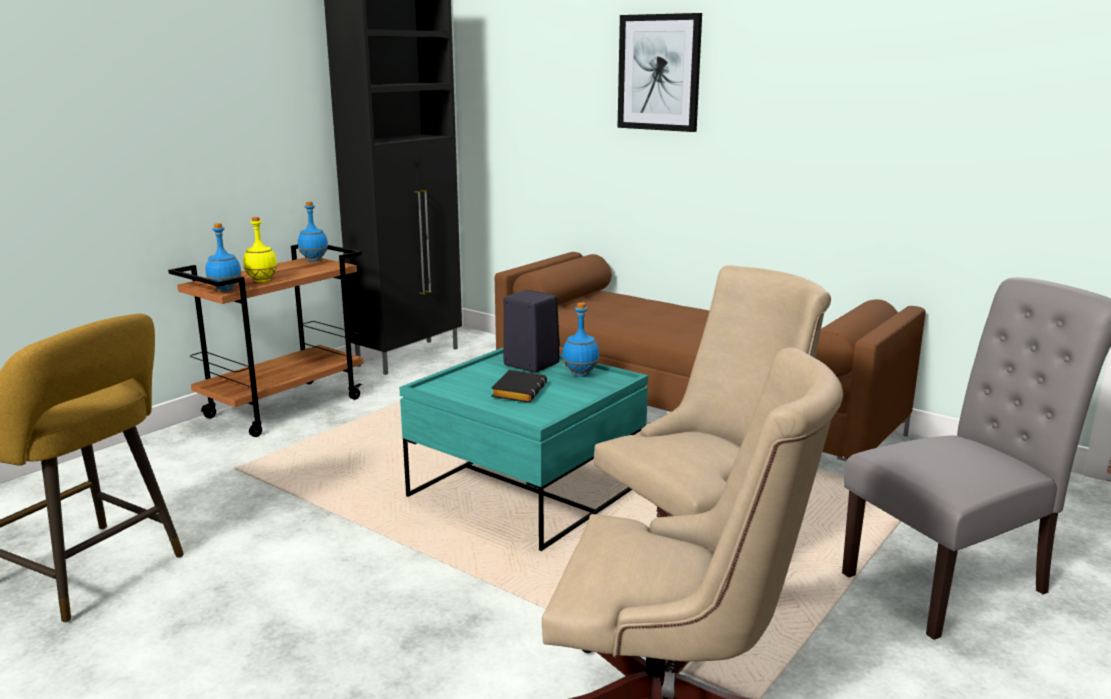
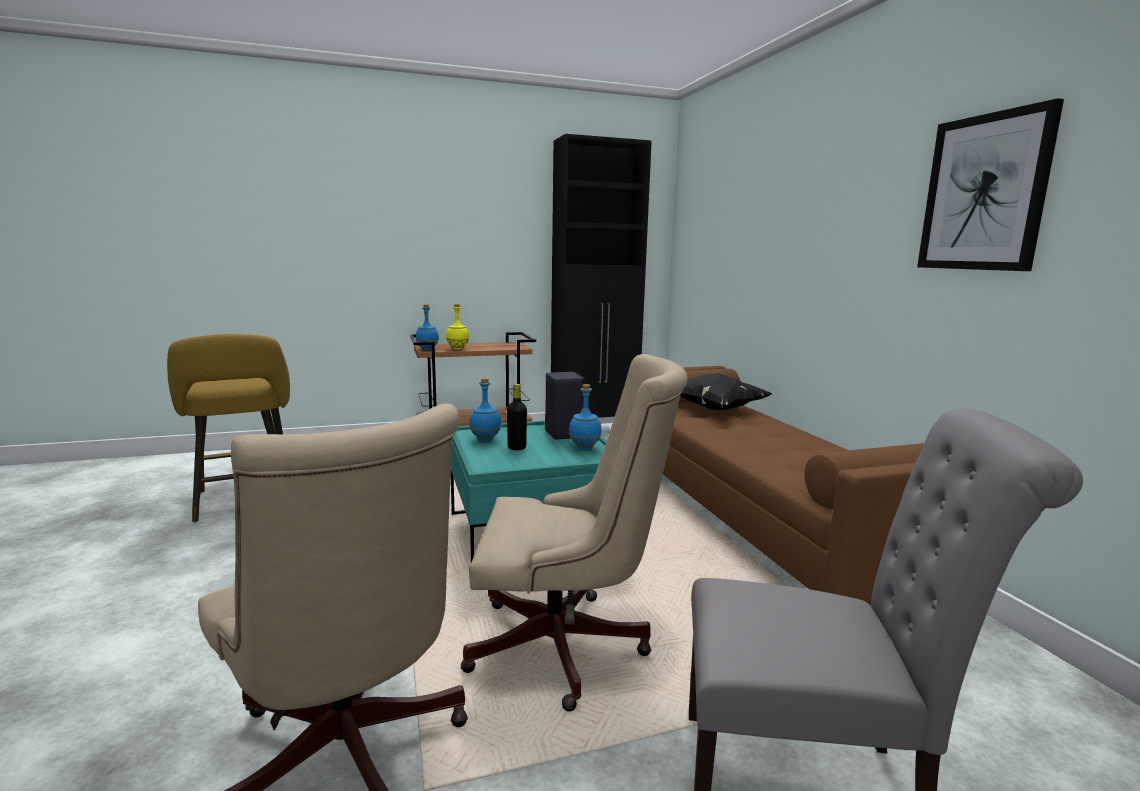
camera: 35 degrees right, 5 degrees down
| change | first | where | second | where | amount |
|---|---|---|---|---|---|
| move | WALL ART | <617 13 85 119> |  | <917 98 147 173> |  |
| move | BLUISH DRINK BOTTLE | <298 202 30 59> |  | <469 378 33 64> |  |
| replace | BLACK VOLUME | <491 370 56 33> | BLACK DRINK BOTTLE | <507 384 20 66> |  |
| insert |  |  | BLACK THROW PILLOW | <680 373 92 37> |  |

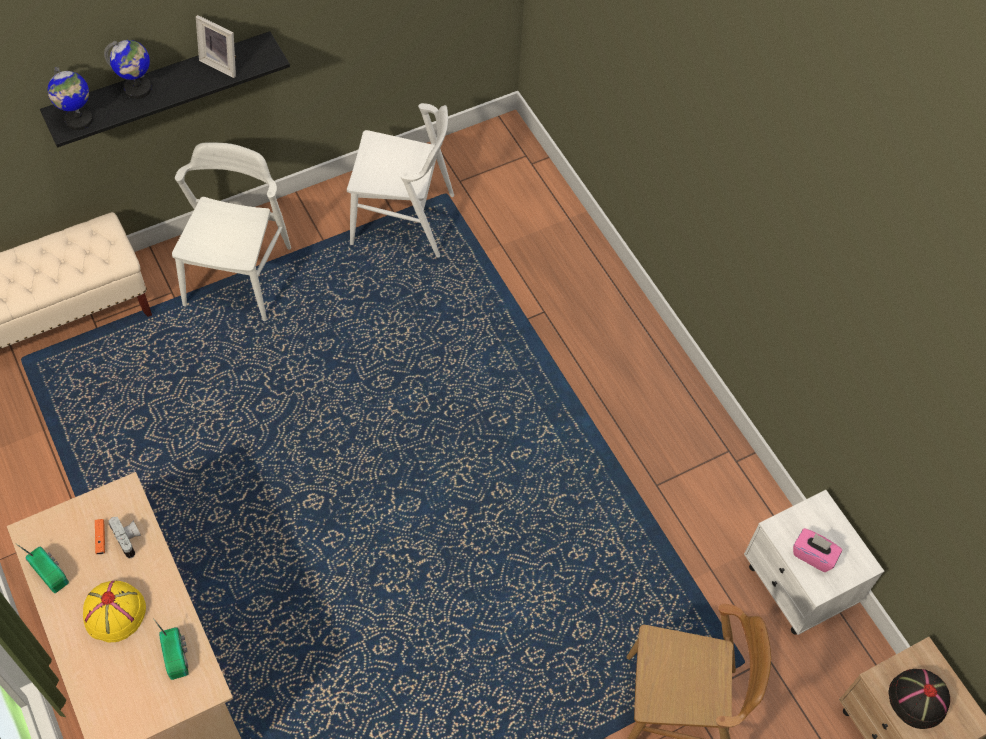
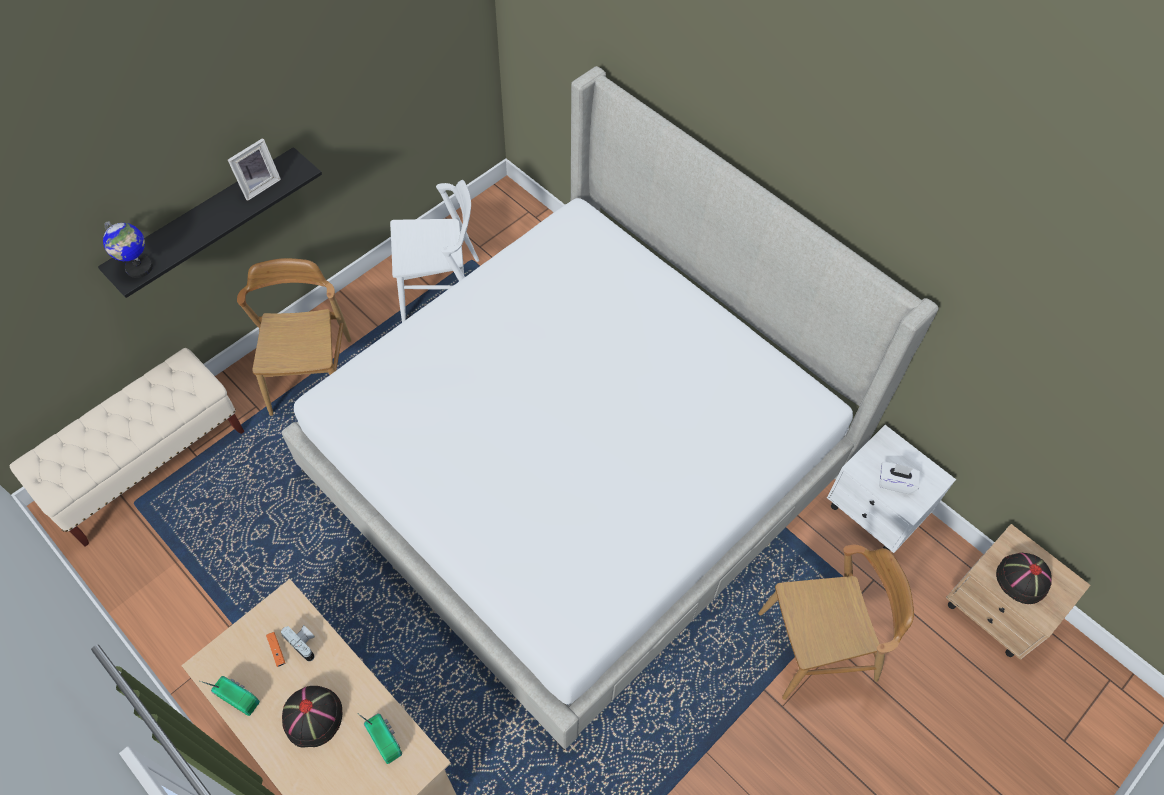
camera: 15 degrees left, 0 degrees up
| change | first | where | second | where | amount |
|---|---|---|---|---|---|
| rotate | PHOTO FRAME | <196 15 40 63> |  | <228 138 53 63> | 60 degrees counterclockwise |
| delete | WORLD GLOBE | <104 40 48 59> |  |  |  |
| recolor | WHITISH UPRIGHT CHAIR | <172 142 119 179> | BROWNISH UPRIGHT CHAIR | <237 258 115 158> |  |
| recolor | PINK BOX OF TISSUES | <793 528 49 44> | WHITISH BOX OF TISSUES | <879 462 41 32> |  |
| recolor | YELLOW HAT | <83 581 63 61> | BLACK HAT | <282 686 60 62> |  |
| insert |  |  | BED | <281 66 658 684> |  |

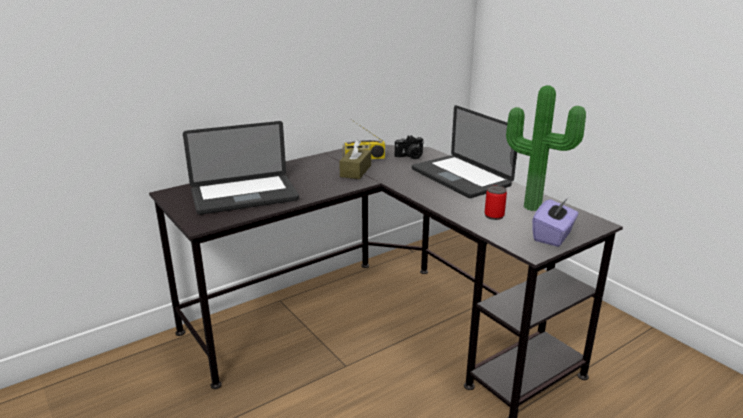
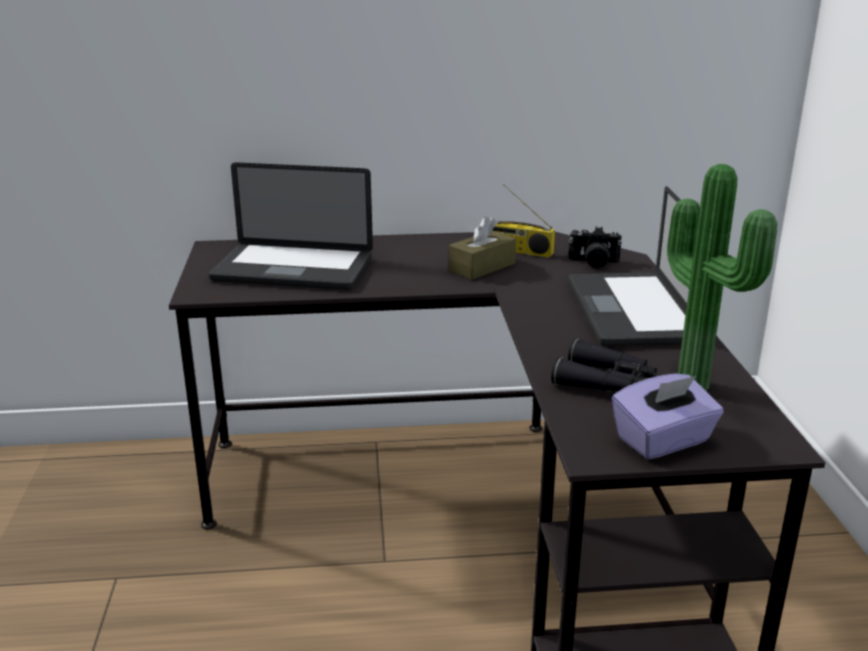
camera: 30 degrees right, 0 degrees up
| change | first | where | second | where | amount |
|---|---|---|---|---|---|
| replace | METAL CAN | <484 185 23 35> | BLACK FIELD GLASSES | <551 339 106 52> |  |

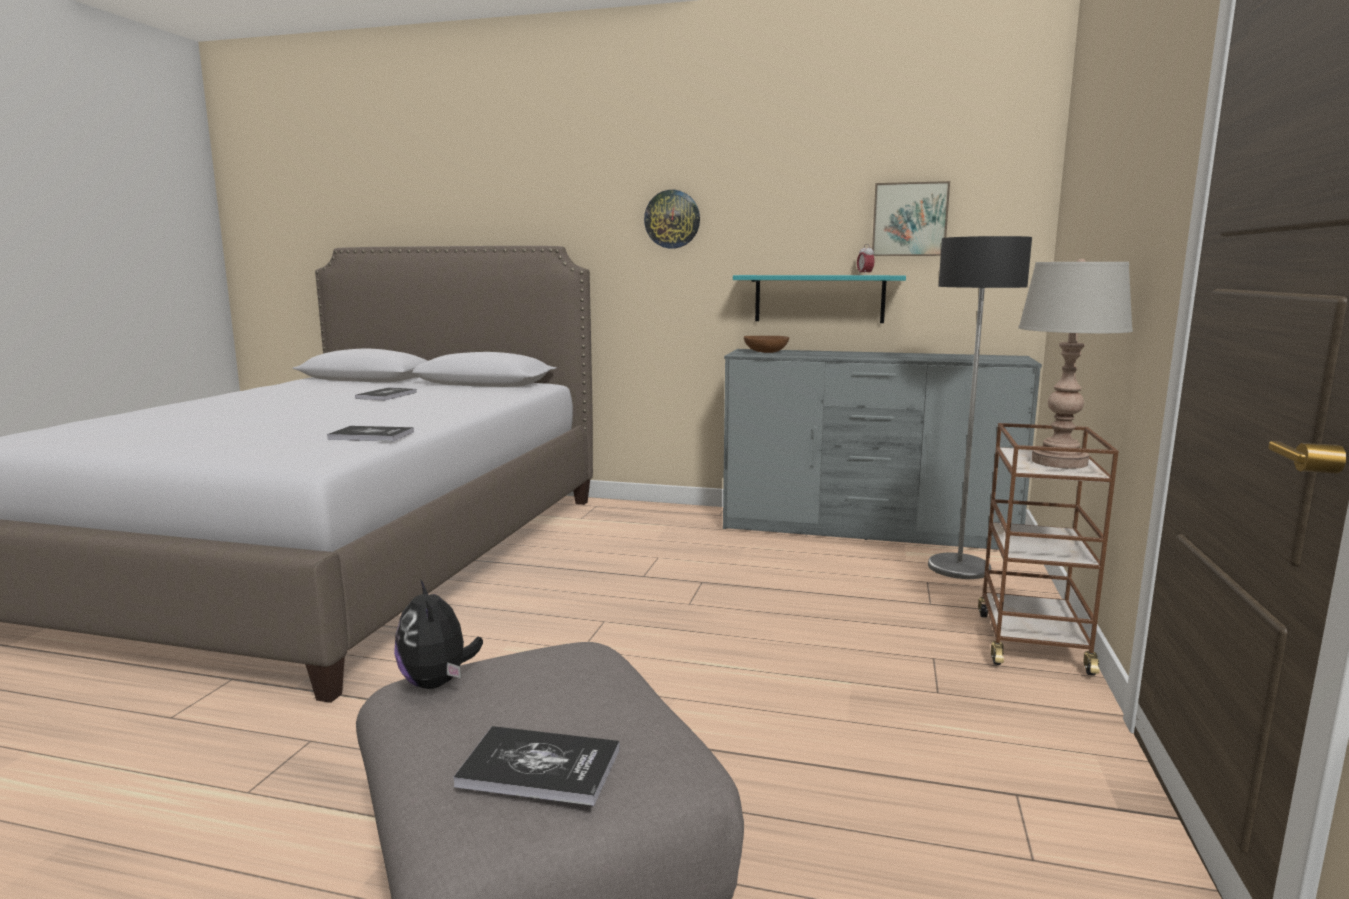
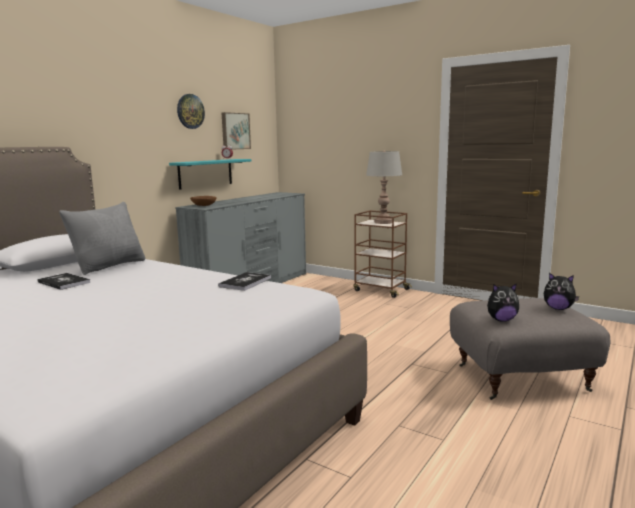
camera: 70 degrees left, 0 degrees up
| change | first | where | second | where | amount |
|---|---|---|---|---|---|
| move | CLOCK ON THE WALL | <644 190 56 59> |  | <177 94 28 35> |  |
| delete | STANDARD LAMP | <928 236 104 343> |  |  |  |
| replace | VOLUME | <453 726 167 80> | SOFT TOY | <544 272 35 38> |  |
| insert |  |  | GREYISH THROW PILLOW | <59 202 86 73> |  |

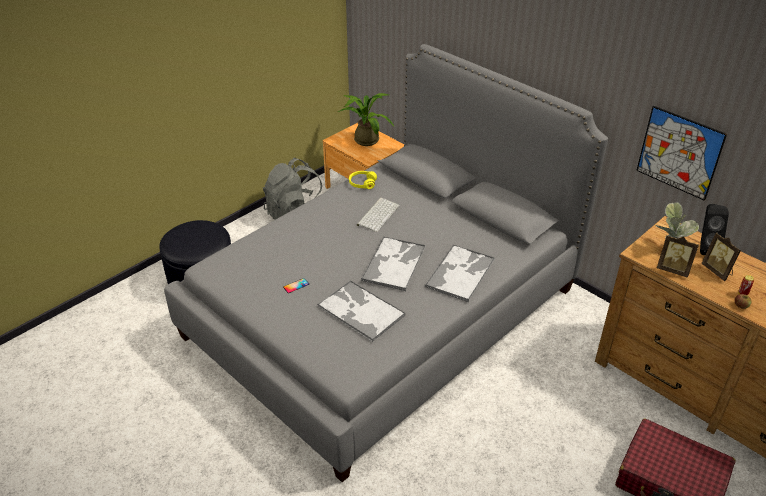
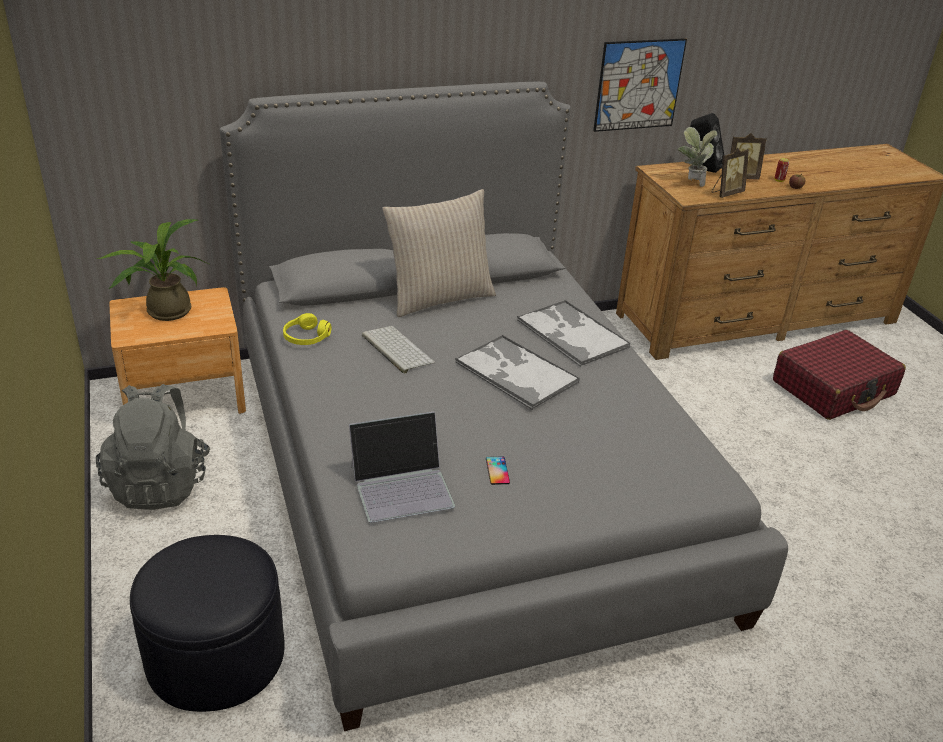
camera: 65 degrees left, 5 degrees down
| change | first | where | second | where | amount |
|---|---|---|---|---|---|
| delete | SERVING TRAY | <317 280 88 62> |  |  |  |
| insert |  |  | BEIGE THROW PILLOW | <382 189 114 128> |  |
| insert |  |  | PORTABLE COMPUTER | <349 411 106 112> |  |

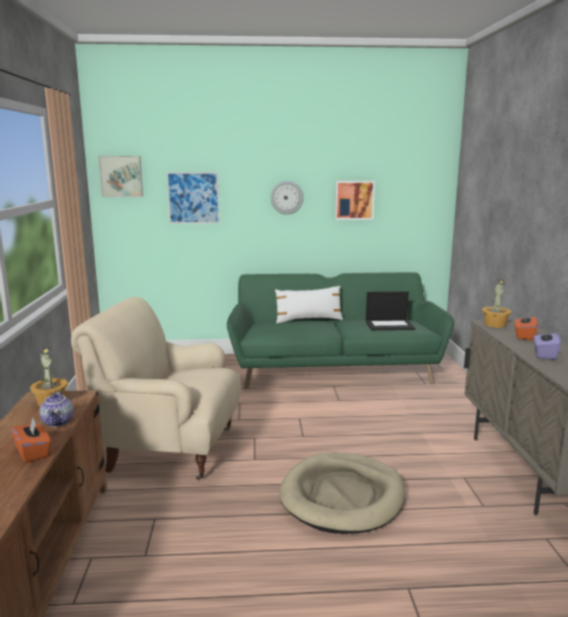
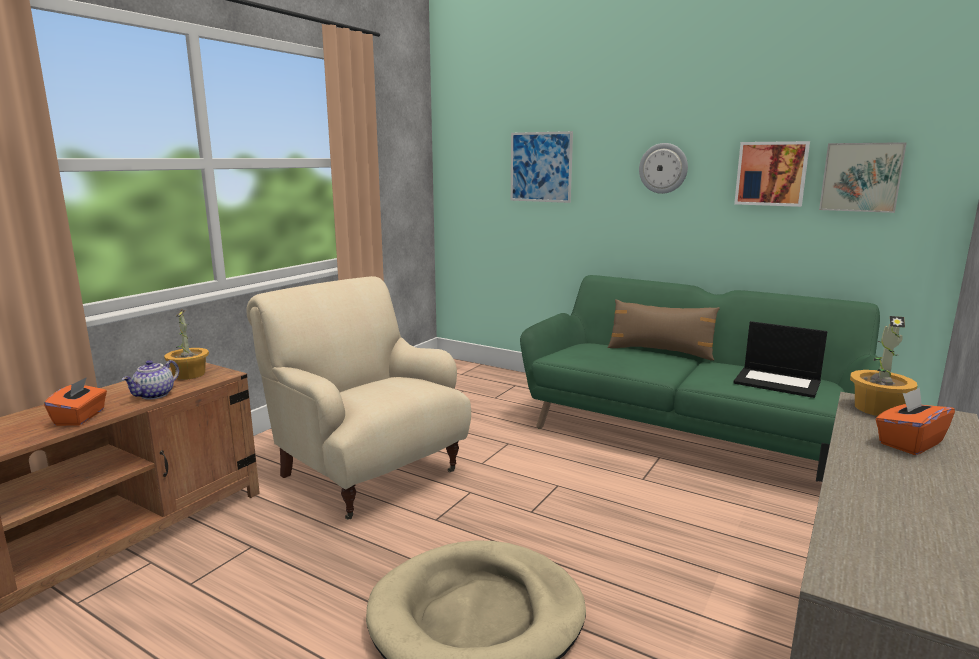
camera: 35 degrees right, 0 degrees up
| change | first | where | second | where | amount |
|---|---|---|---|---|---|
| move | WALL ART | <98 156 45 41> |  | <819 142 88 71> |  |
| recolor | WHITISH THROW PILLOW | <275 286 68 37> | BROWNISH THROW PILLOW | <608 299 112 62> |  |
| delete | PURPLE BOX OF TISSUES | <534 327 27 33> |  |  |  |

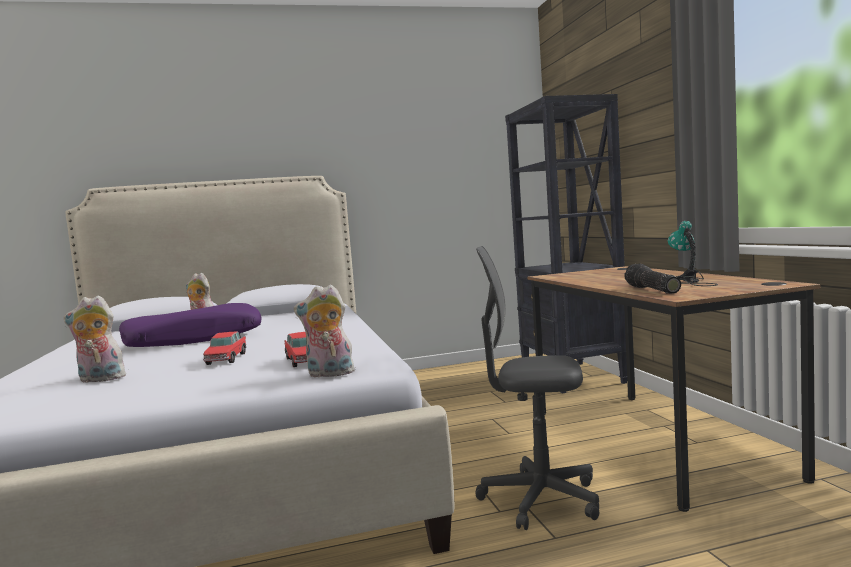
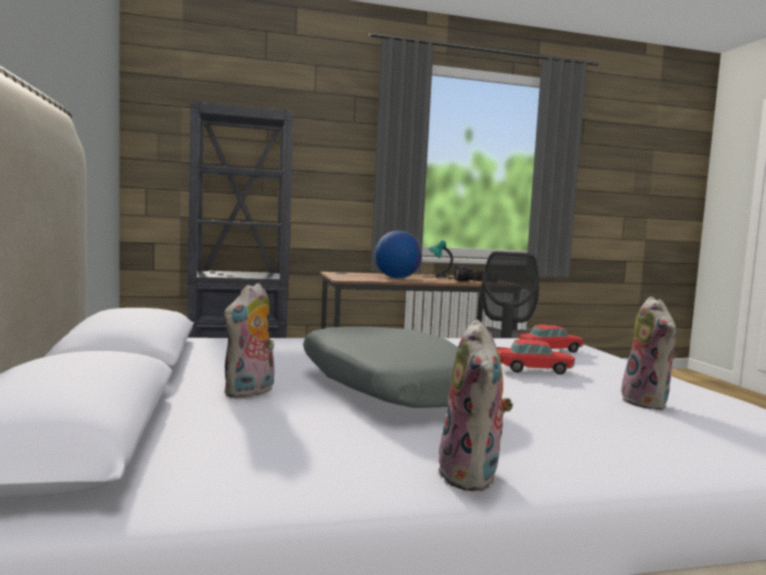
camera: 90 degrees left, 0 degrees up
| change | first | where | second | where | amount |
|---|---|---|---|---|---|
| move | SOFT TOY | <294 284 64 94> |  | <436 320 77 172> |  |
| recolor | PURPLE THROW PILLOW | <119 303 142 44> | GREYISH THROW PILLOW | <303 327 155 81> |  |
| insert |  |  | WORLD GLOBE | <375 231 47 47> |  |

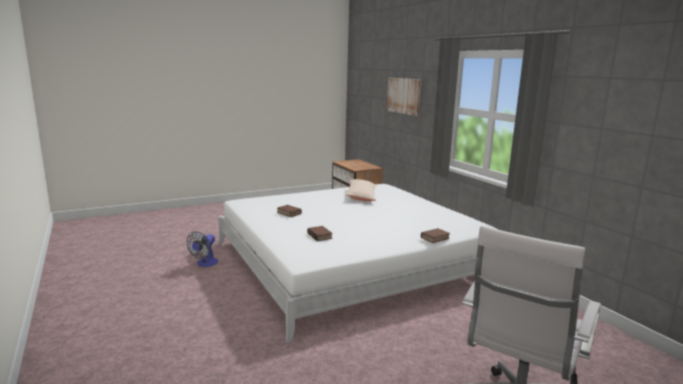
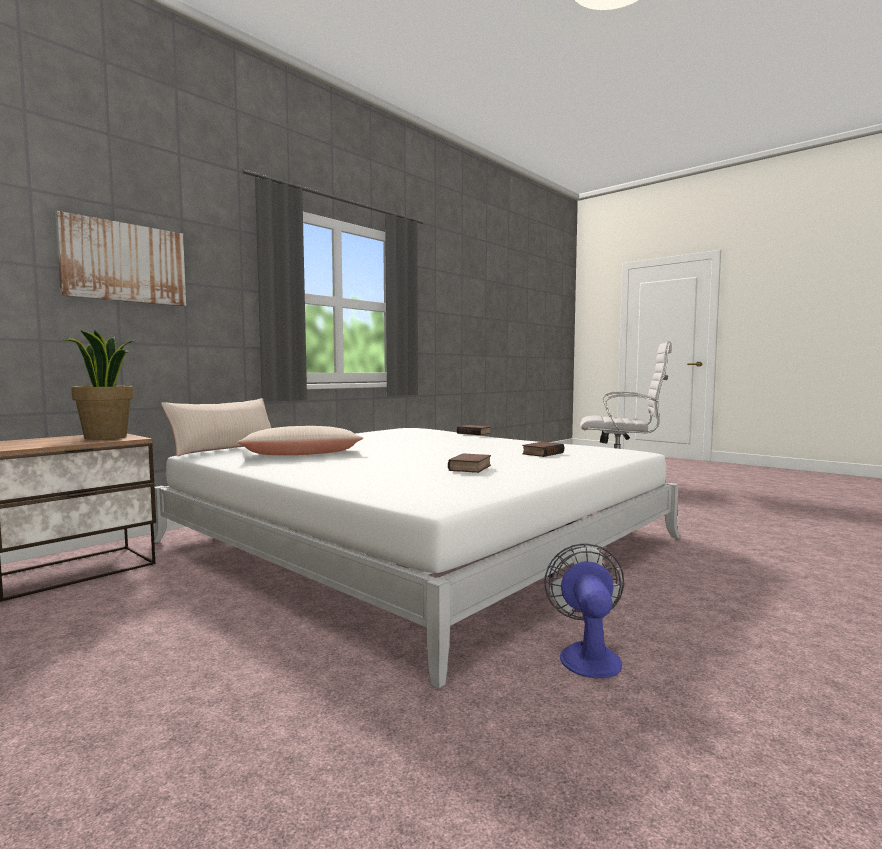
camera: 110 degrees left, 10 degrees down
| change | first | where | second | where | amount |
|---|---|---|---|---|---|
| rotate | FAN | <187 231 31 36> |  | <544 543 80 135> | 90 degrees counterclockwise |
| insert |  |  | PLANT IN A POT | <61 330 73 110> |  |
| insert |  |  | BEIGE THROW PILLOW | <161 398 110 58> |  |

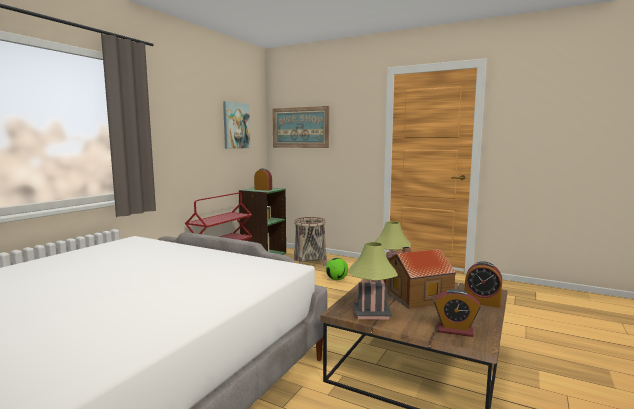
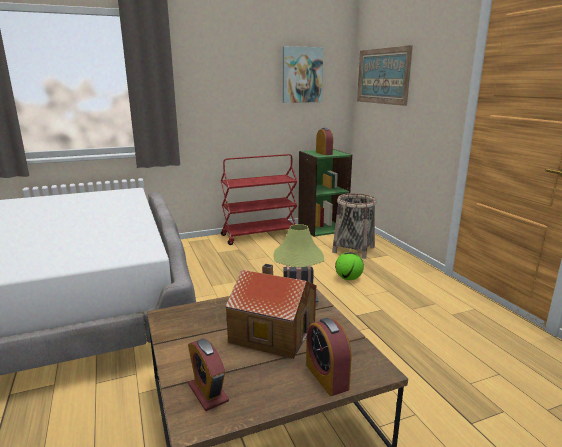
camera: 40 degrees right, 10 degrees up
| change | first | where | second | where | amount |
|---|---|---|---|---|---|
| delete | TABLE LAMP | <349 242 49 77> |  |  |  |

